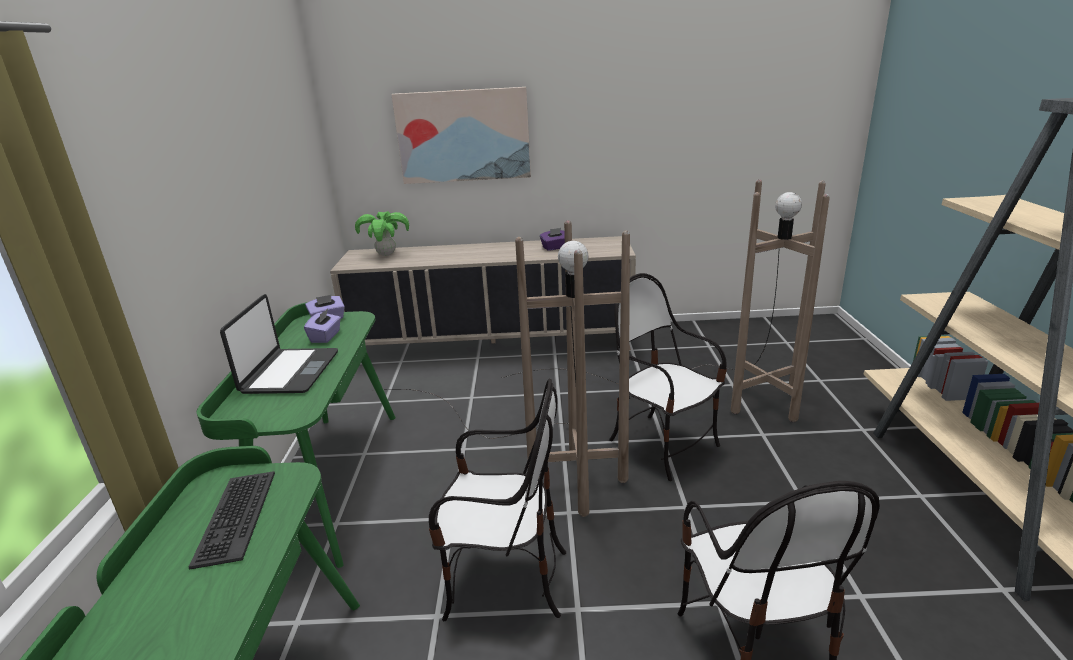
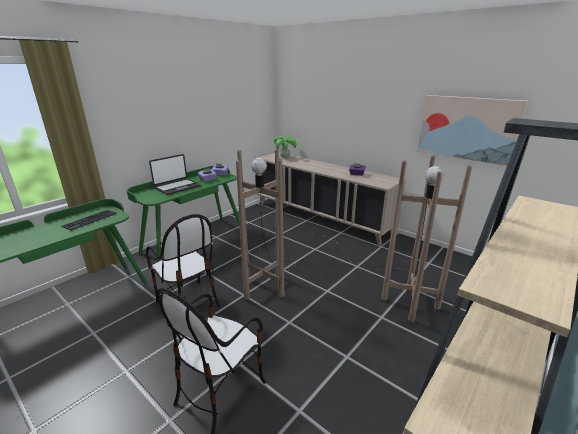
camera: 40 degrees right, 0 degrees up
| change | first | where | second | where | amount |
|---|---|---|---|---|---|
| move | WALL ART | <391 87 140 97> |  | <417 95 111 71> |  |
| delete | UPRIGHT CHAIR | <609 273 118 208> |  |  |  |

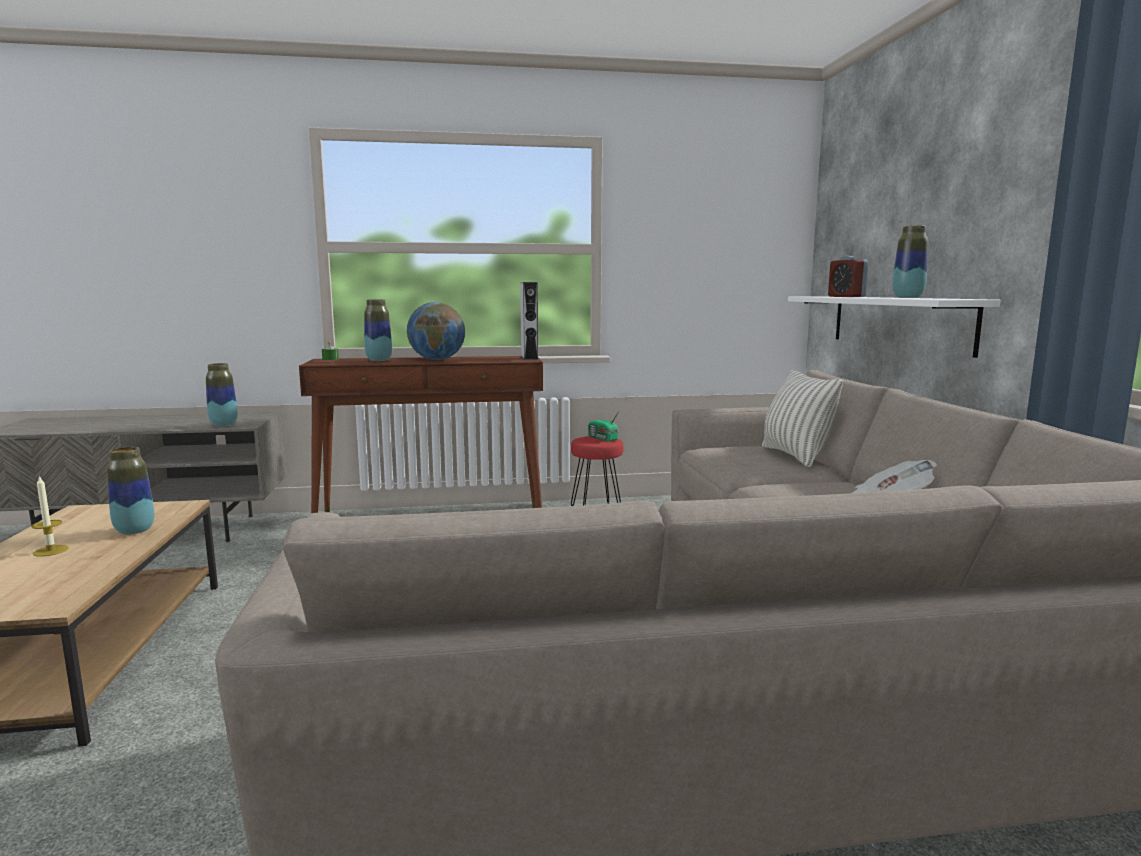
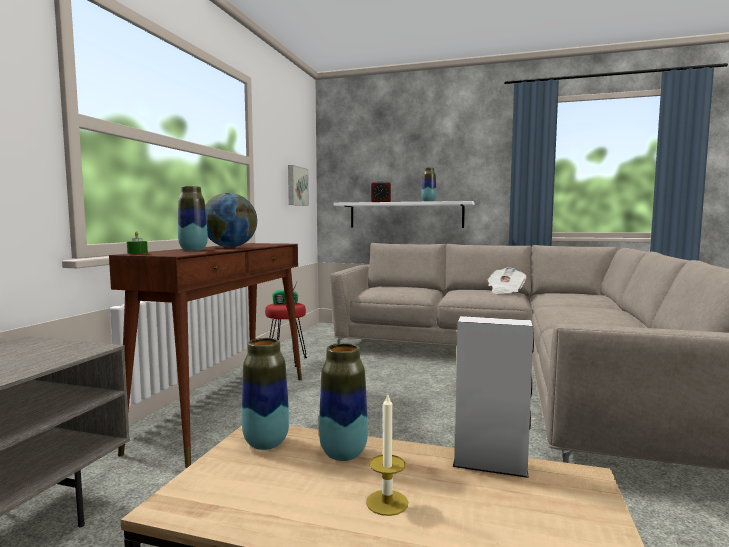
camera: 65 degrees left, 5 degrees down
| change | first | where | second | where | amount |
|---|---|---|---|---|---|
| move | GREYISH SPEAKER | <520 282 18 78> |  | <453 316 81 162> |  |
| move | FLOWER VASE | <206 363 32 63> |  | <242 338 47 112> |  |
| delete | THROW PILLOW | <762 369 81 98> |  |  |  |
| insert |  |  | WALL ART | <288 165 21 41> |  |

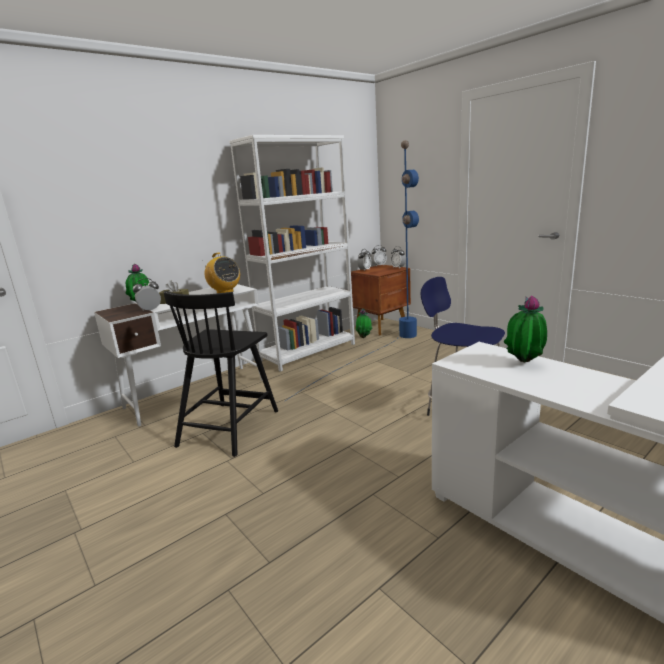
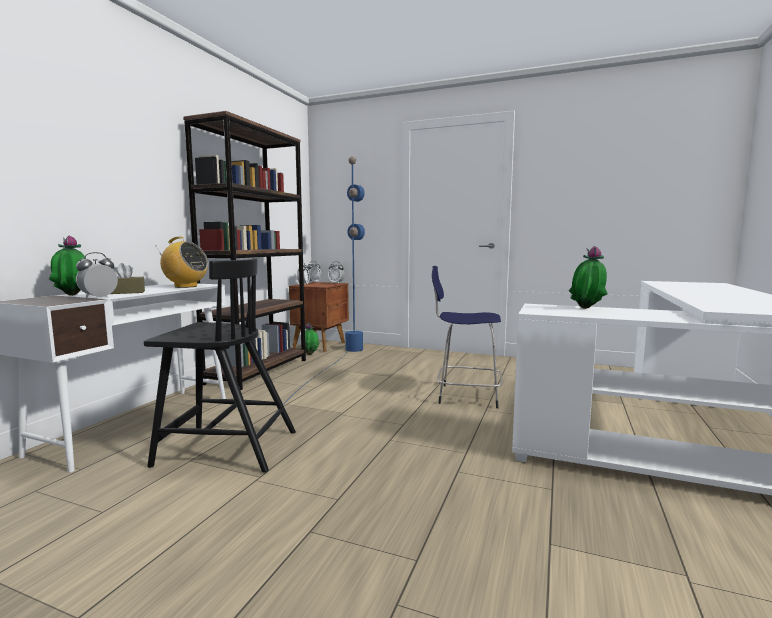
camera: 30 degrees left, 10 degrees down
| change | first | where | second | where | amount |
|---|---|---|---|---|---|
| recolor | WHITISH SHELVING UNIT | <229 135 126 237> | BROWNISH SHELVING UNIT | <183 111 123 279> |  |
| rotate | BLACK UPRIGHT CHAIR | <164 291 114 166> |  | <144 257 152 216> | 75 degrees counterclockwise |

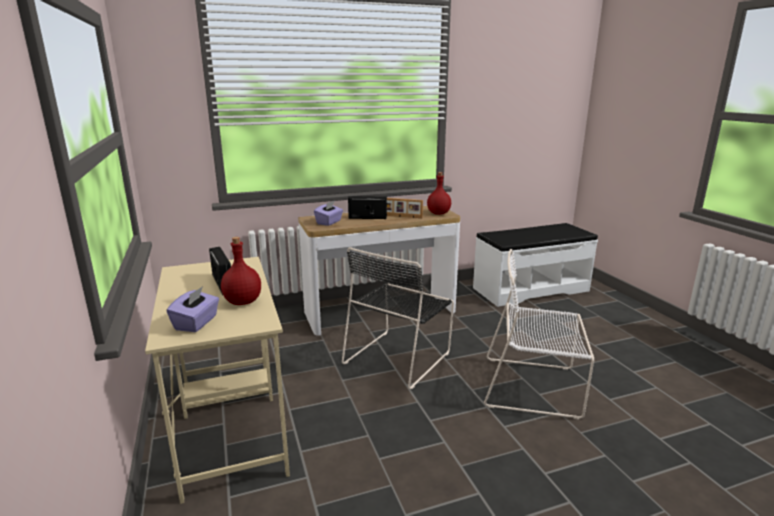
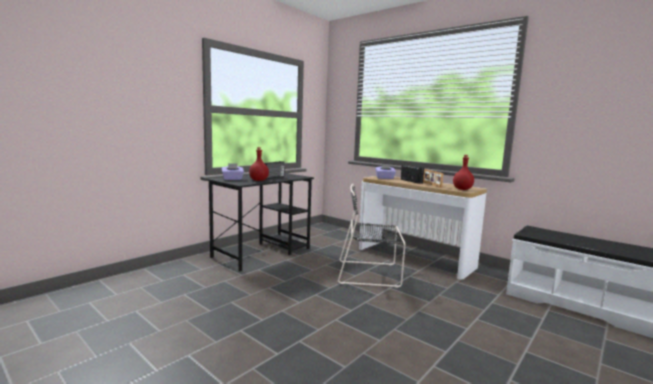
camera: 60 degrees right, 10 degrees down
| change | first | where | second | where | amount |
|---|---|---|---|---|---|
| delete | WHITISH UPRIGHT CHAIR | <484 249 110 170> |  |  |  |
| recolor | BEIGE DESK UNIT | <145 257 145 247> | BLACK DESK UNIT | <206 173 108 98> |  |

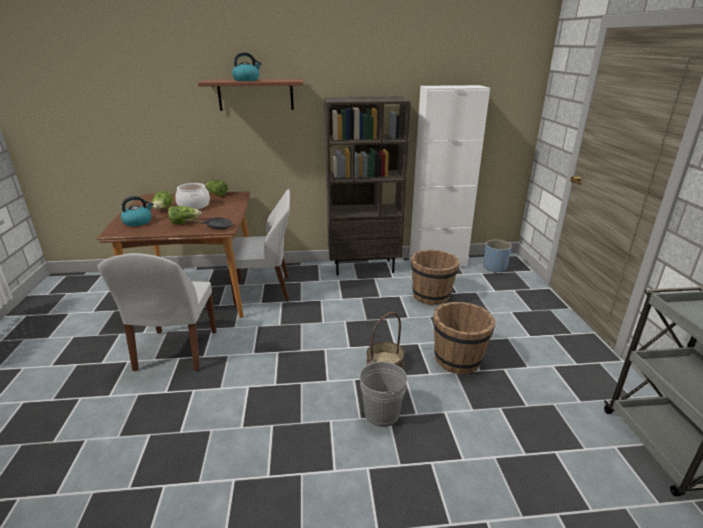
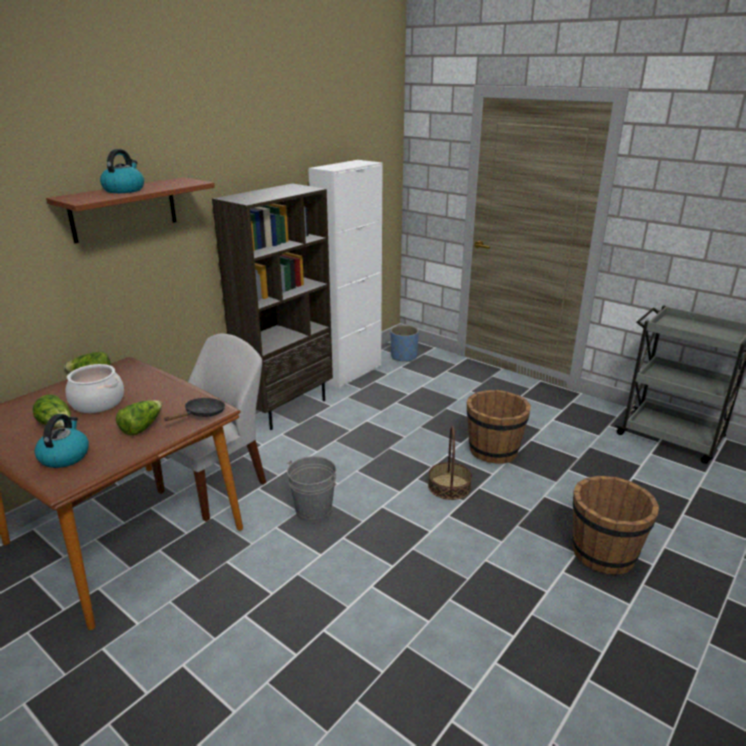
camera: 45 degrees left, 0 degrees up
| change | first | where | second | where | amount |
|---|---|---|---|---|---|
| move | BROWNISH PAIL | <411 250 49 55> |  | <572 476 87 99> |  |
| delete | WHITISH UPRIGHT CHAIR | <98 253 119 118> |  |  |  |
| move | GREYISH PAIL | <359 359 48 68> |  | <287 456 49 66> |  |

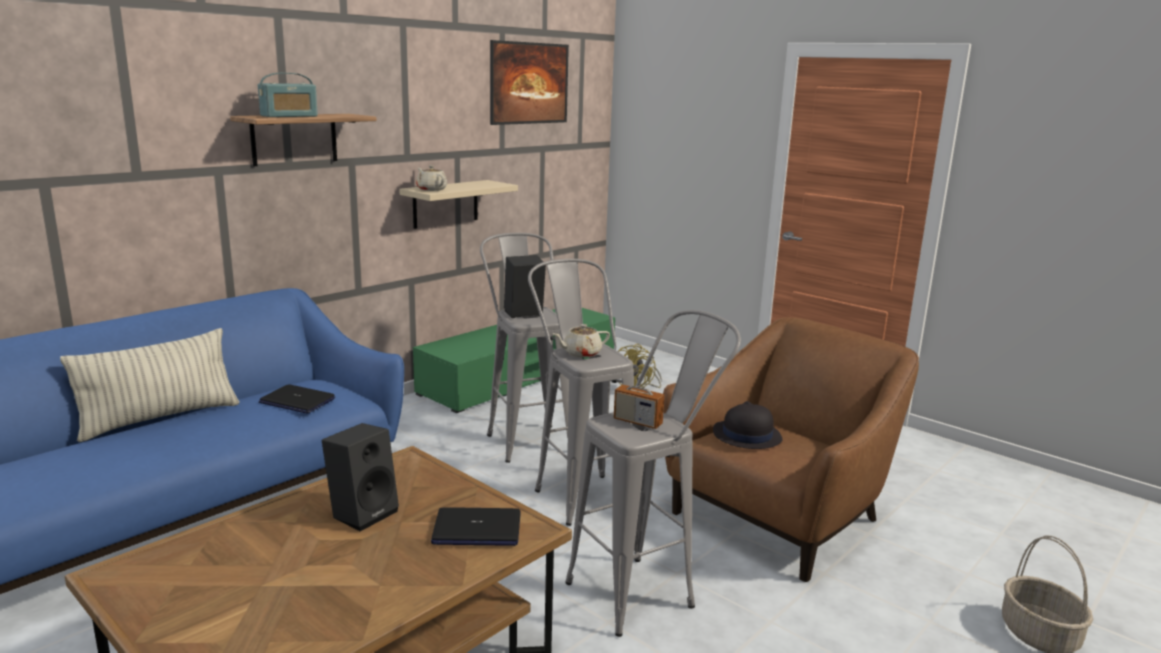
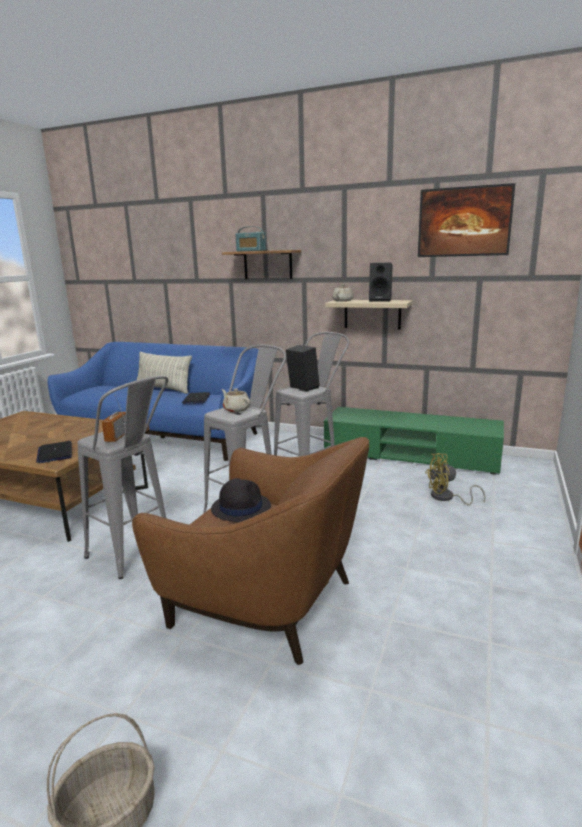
camera: 70 degrees right, 0 degrees up
| change | first | where | second | where | amount |
|---|---|---|---|---|---|
| move | BLACK SPEAKER | <322 423 77 108> |  | <369 262 24 40> |  |

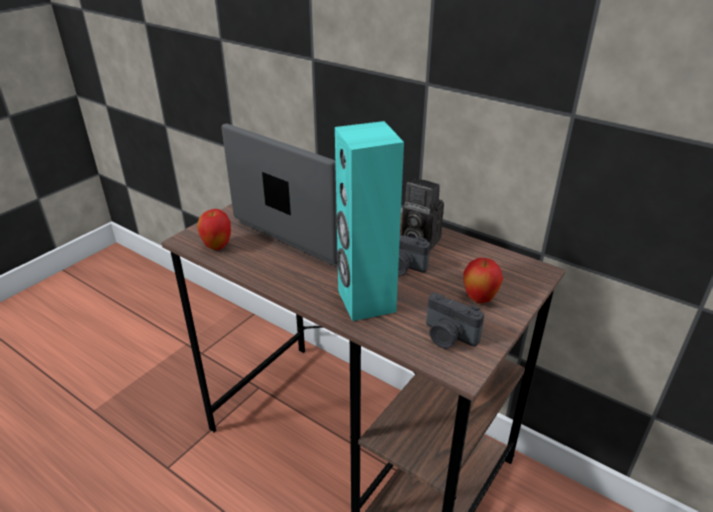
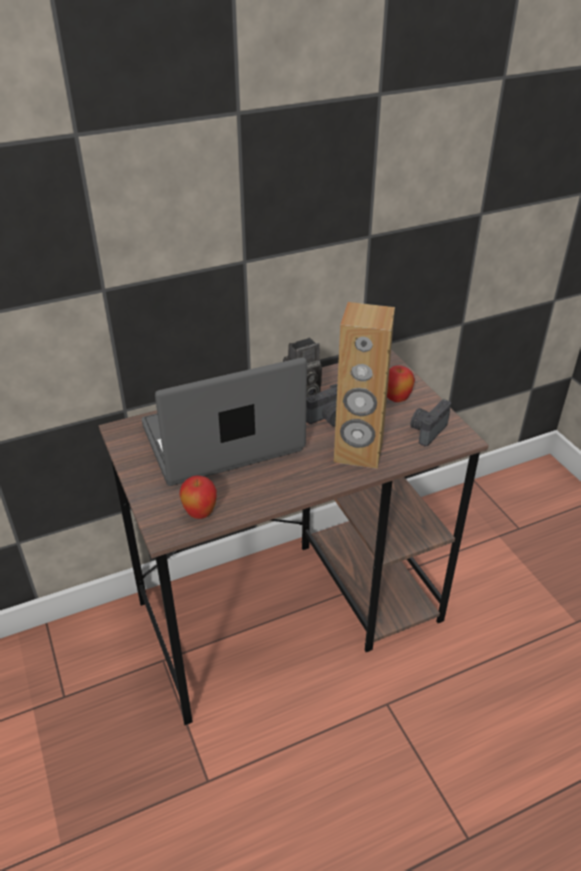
camera: 60 degrees left, 5 degrees up
| change | first | where | second | where | amount |
|---|---|---|---|---|---|
| recolor | BLUE-GREEN SPEAKER | <335 121 69 200> | BROWNISH SPEAKER | <334 302 61 167> |  |
| rotate | PHOTO CAMERA | <426 293 58 56> |  | <410 399 41 47> | 150 degrees clockwise |

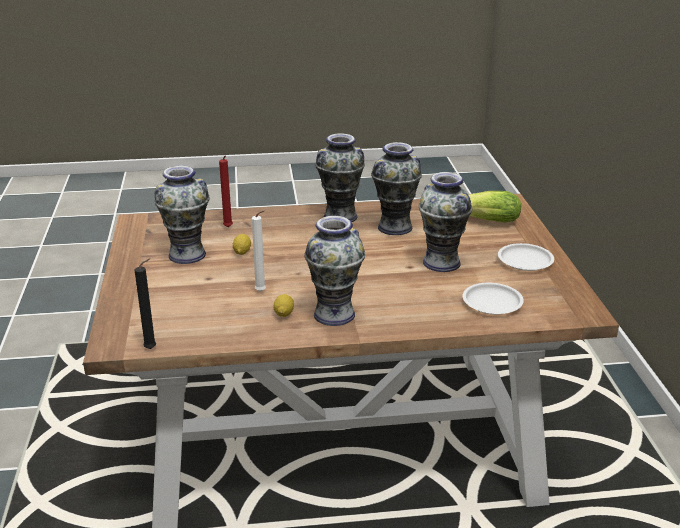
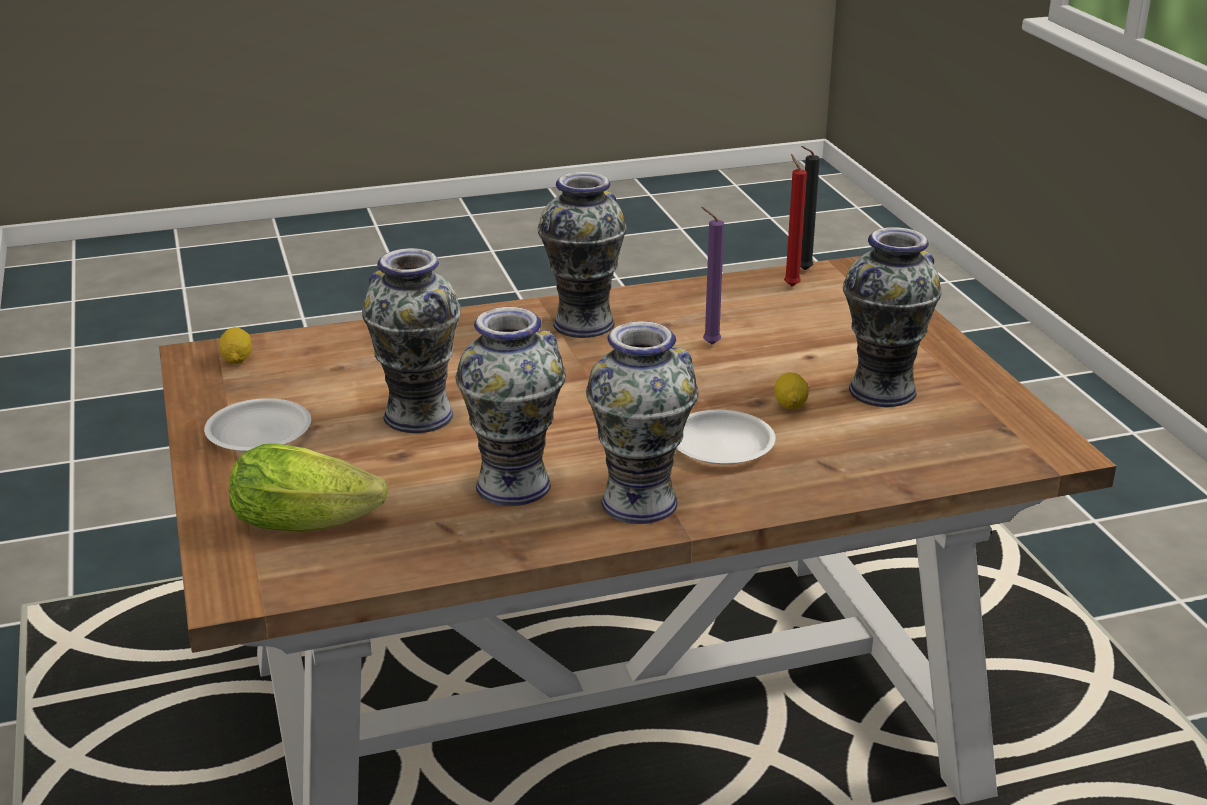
camera: 170 degrees right, 0 degrees up
| change | first | where | second | where | amount |
|---|---|---|---|---|---|
| move | REDDISH WAX LIGHT | <219 156 14 71> |  | <784 154 23 132> |  |
| recolor | WHITISH WAX LIGHT | <252 210 14 82> | PURPLE WAX LIGHT | <701 207 23 138> |  |
| move | WHITISH FLAT DISH | <463 283 61 32> |  | <676 410 99 55> |  |
| move | WHOLE LEMON | <274 294 20 23> |  | <219 327 33 37> |  |

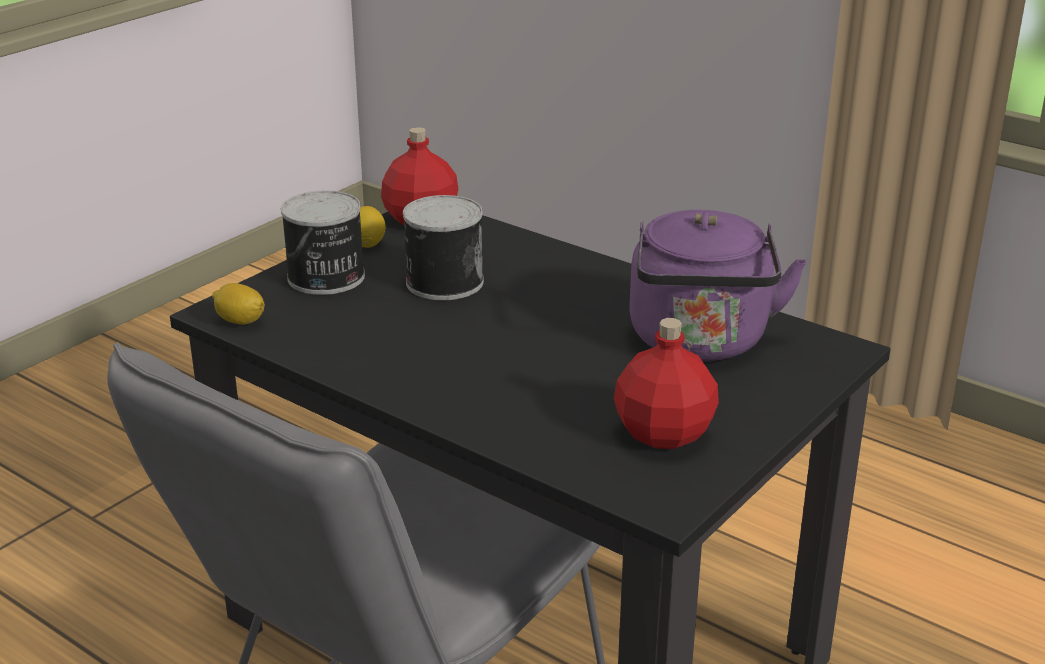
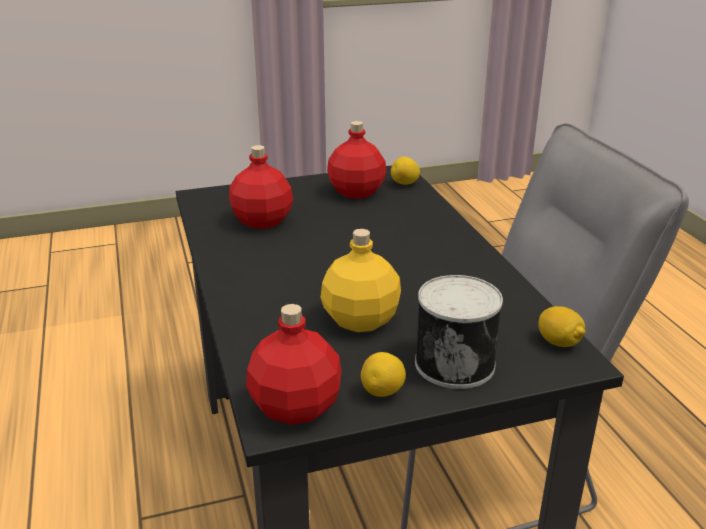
camera: 145 degrees left, 0 degrees up
| change | first | where | second | where | amount |
|---|---|---|---|---|---|
| replace | METAL CAN | <403 195 81 105> | YELLOW DRINK BOTTLE | <321 229 80 103> |  |
| replace | PURPLE KETTLE | <629 210 177 151> | REDDISH DRINK BOTTLE | <229 145 64 84> |  |
| insert |  |  | WHOLE LEMON | <391 157 29 28> |  |

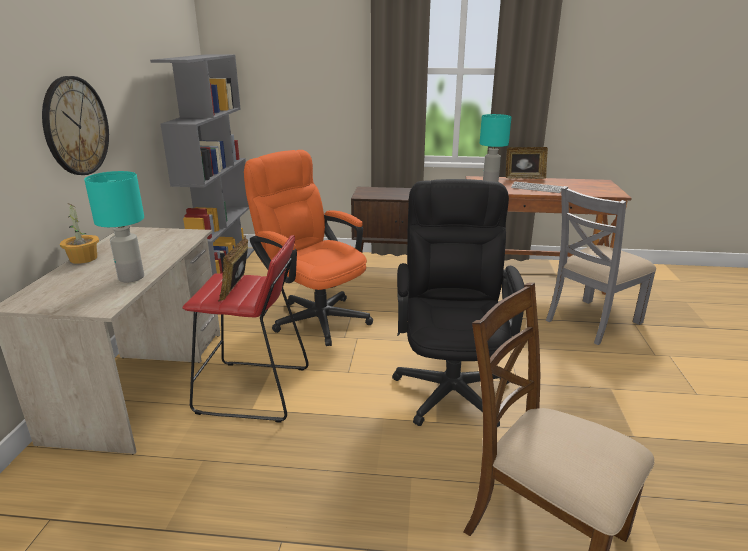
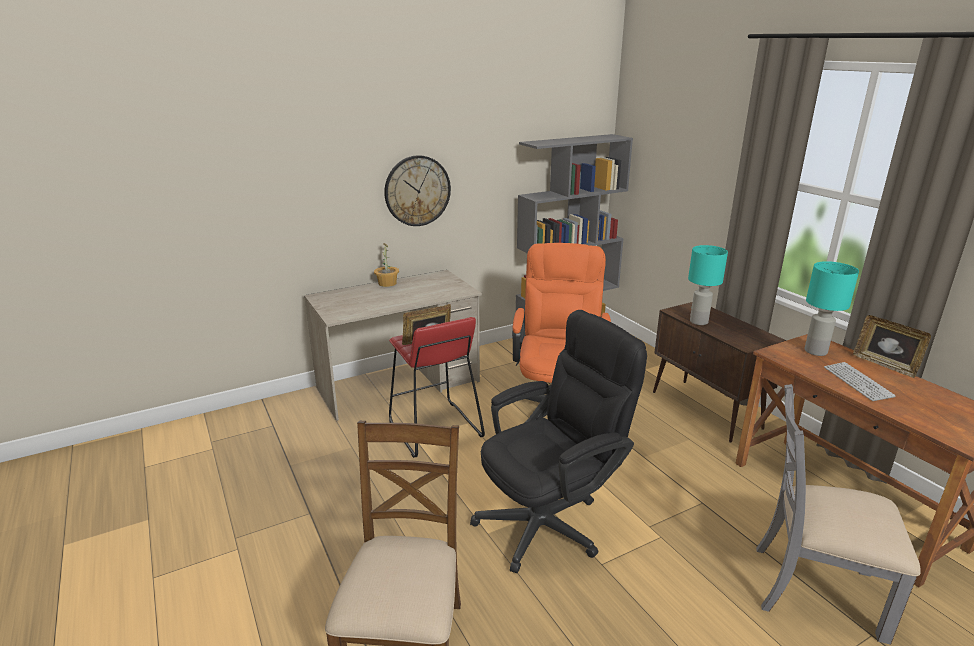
camera: 55 degrees right, 0 degrees up
| change | first | where | second | where | amount |
|---|---|---|---|---|---|
| move | BLUE-GREEN TABLE LAMP | <84 171 60 111> |  | <688 245 40 80> |  |

